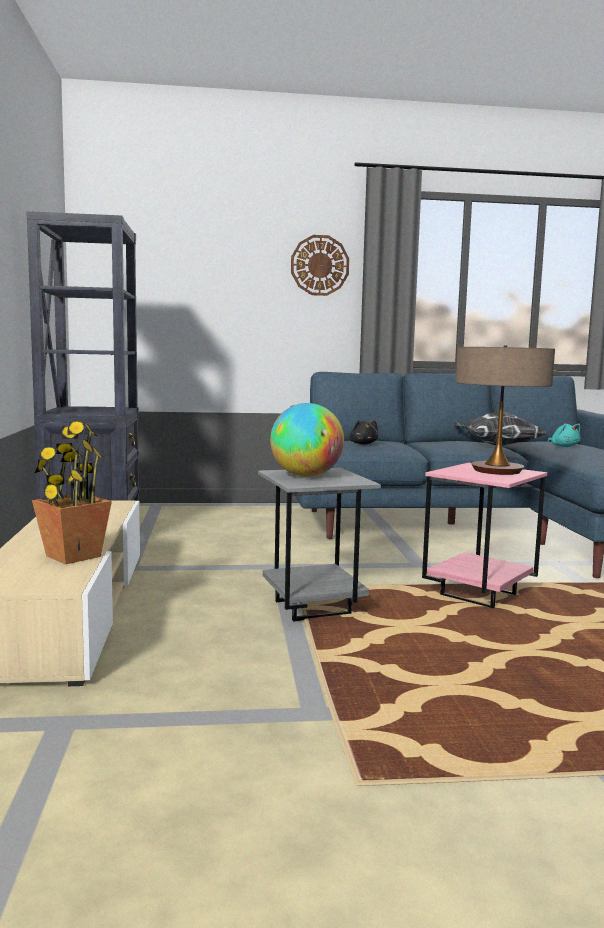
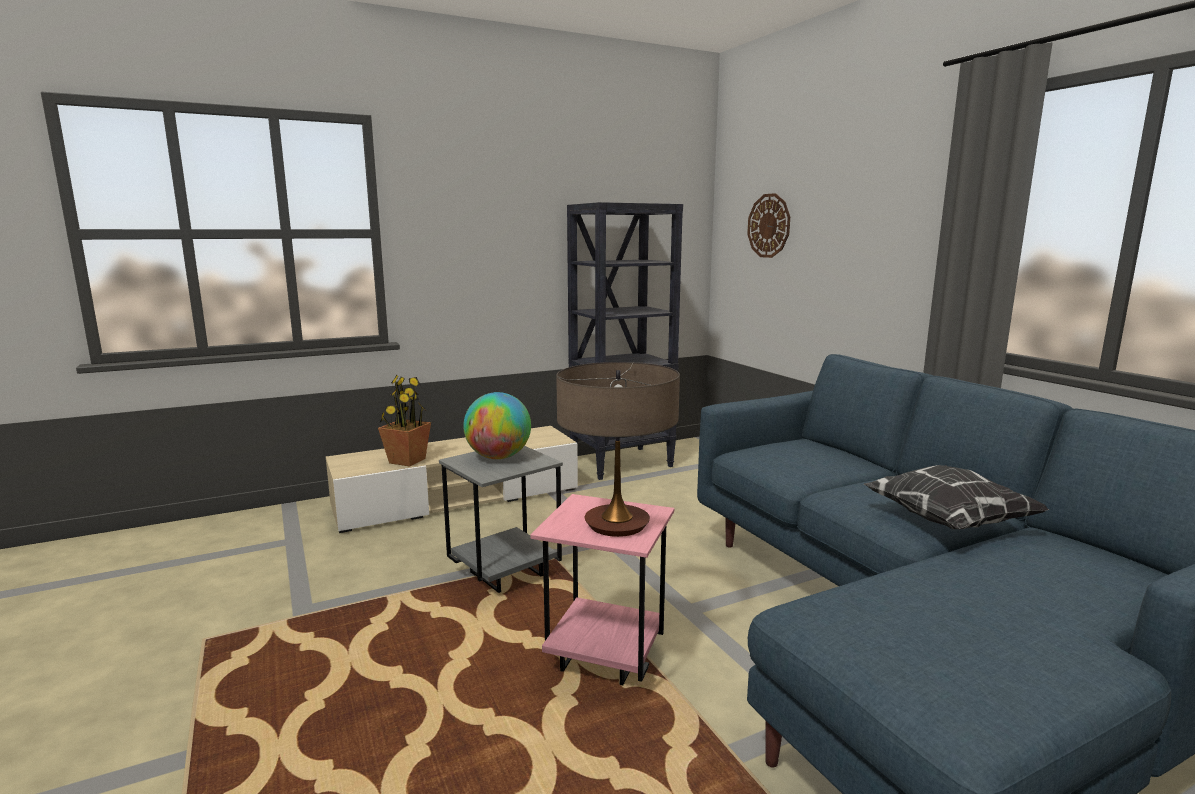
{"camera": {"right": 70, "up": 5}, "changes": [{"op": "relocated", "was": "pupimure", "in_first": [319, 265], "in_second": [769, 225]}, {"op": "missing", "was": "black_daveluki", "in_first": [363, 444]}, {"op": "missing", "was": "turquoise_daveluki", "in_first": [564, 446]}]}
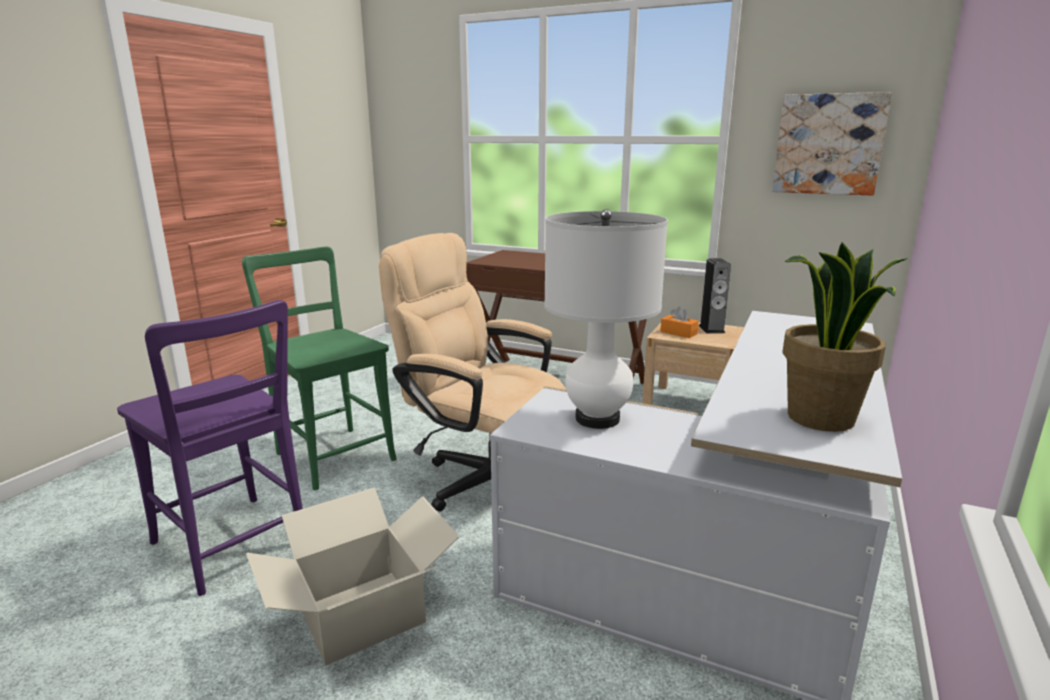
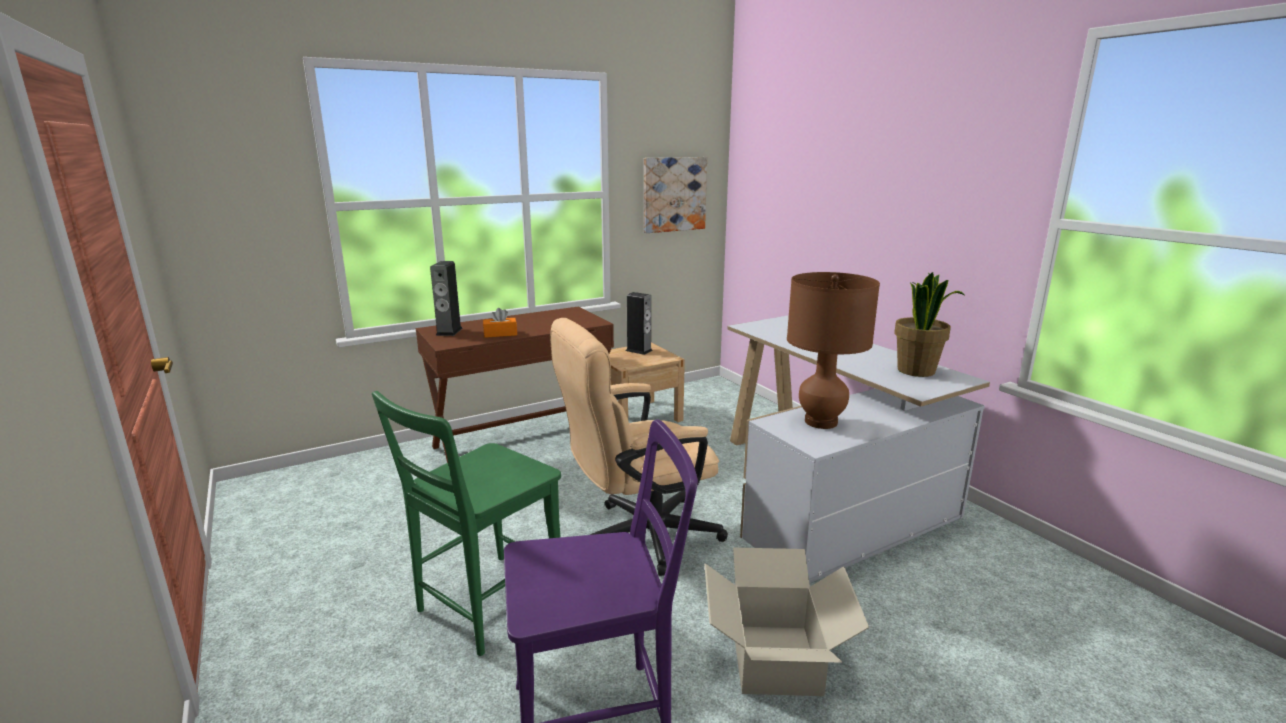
{"camera": {"right": -55, "up": 0}, "changes": [{"op": "spun", "was": "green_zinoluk", "in_first": [332, 454], "in_second": [485, 606], "clockwise": -45}, {"op": "appeared", "now": "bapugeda", "in_second": [449, 331]}, {"op": "relocated", "was": "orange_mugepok", "in_first": [678, 333], "in_second": [500, 334]}, {"op": "colour", "was": "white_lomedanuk", "now": "brown_lomedanuk", "in_first": [597, 419], "in_second": [821, 422]}]}
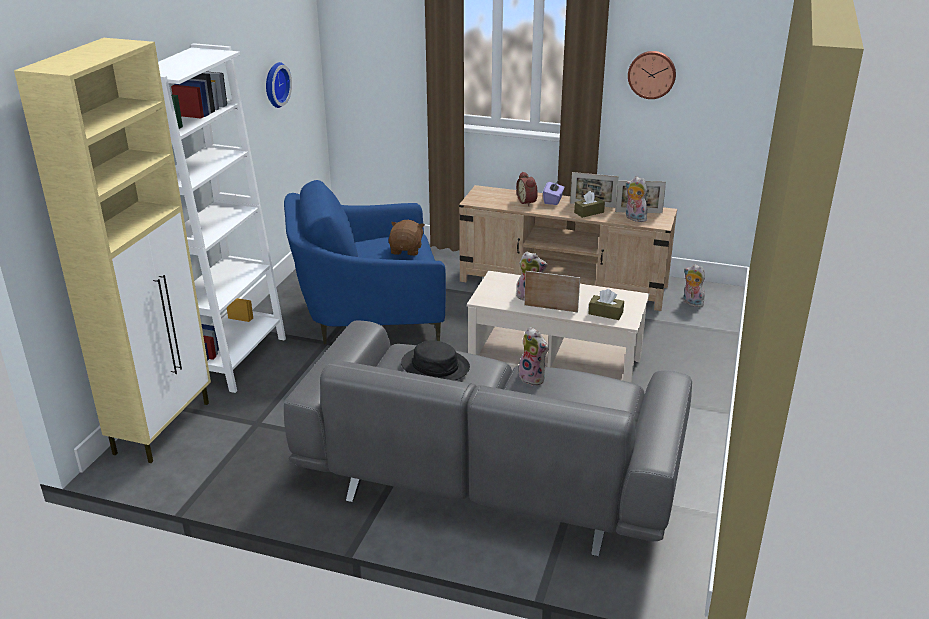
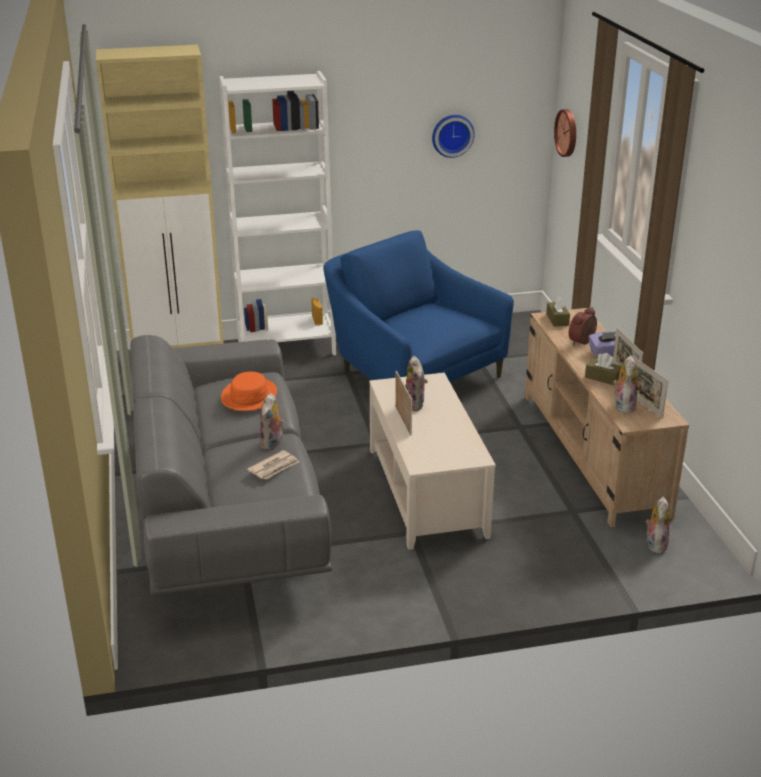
{"camera": {"right": 60, "up": 0}, "changes": [{"op": "colour", "was": "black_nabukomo", "now": "orange_nabukomo", "in_first": [435, 366], "in_second": [249, 396]}, {"op": "appeared", "now": "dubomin", "in_second": [274, 467]}, {"op": "relocated", "was": "brown_mugepok", "in_first": [605, 313], "in_second": [557, 319]}, {"op": "relocated", "was": "pupimure", "in_first": [652, 74], "in_second": [567, 133]}, {"op": "missing", "was": "brown_daveluki", "in_first": [406, 250]}]}
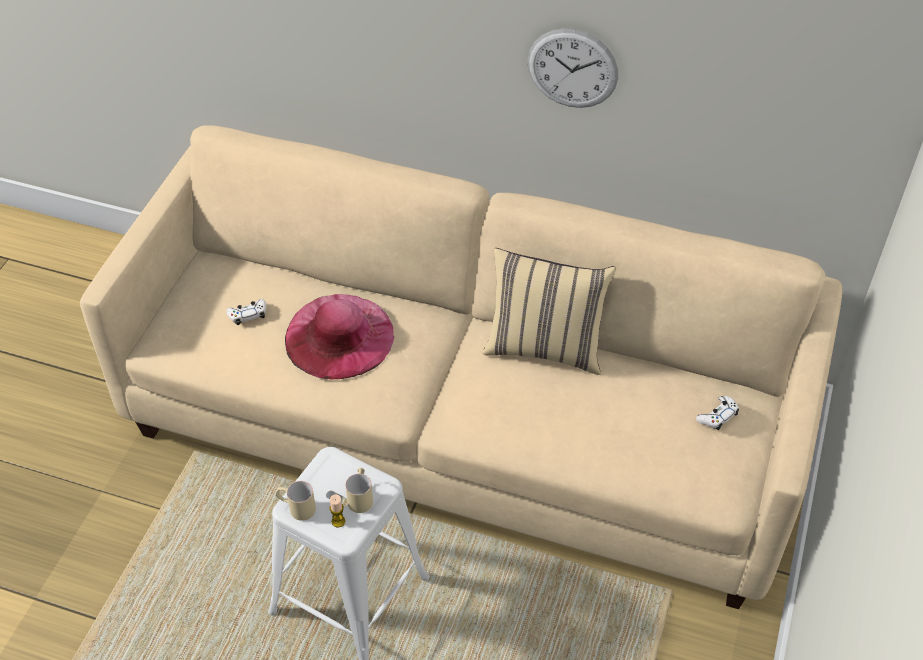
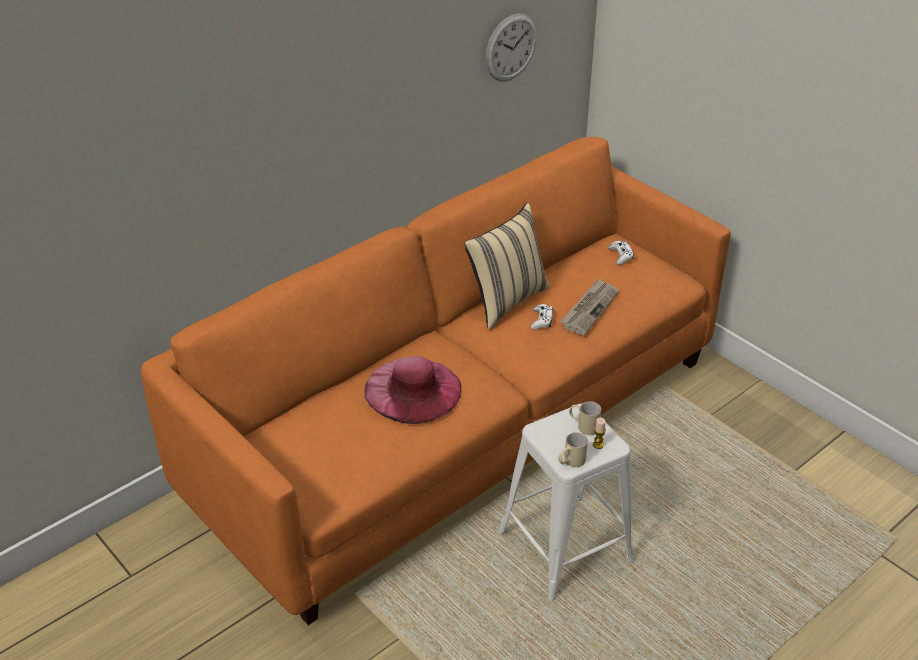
{"camera": {"right": -60, "up": -10}, "changes": [{"op": "colour", "was": "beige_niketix", "now": "orange_niketix", "in_first": [462, 426], "in_second": [458, 426]}, {"op": "relocated", "was": "pupimure", "in_first": [572, 68], "in_second": [511, 47]}, {"op": "relocated", "was": "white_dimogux", "in_first": [248, 314], "in_second": [541, 320]}, {"op": "appeared", "now": "dubomin", "in_second": [589, 308]}]}
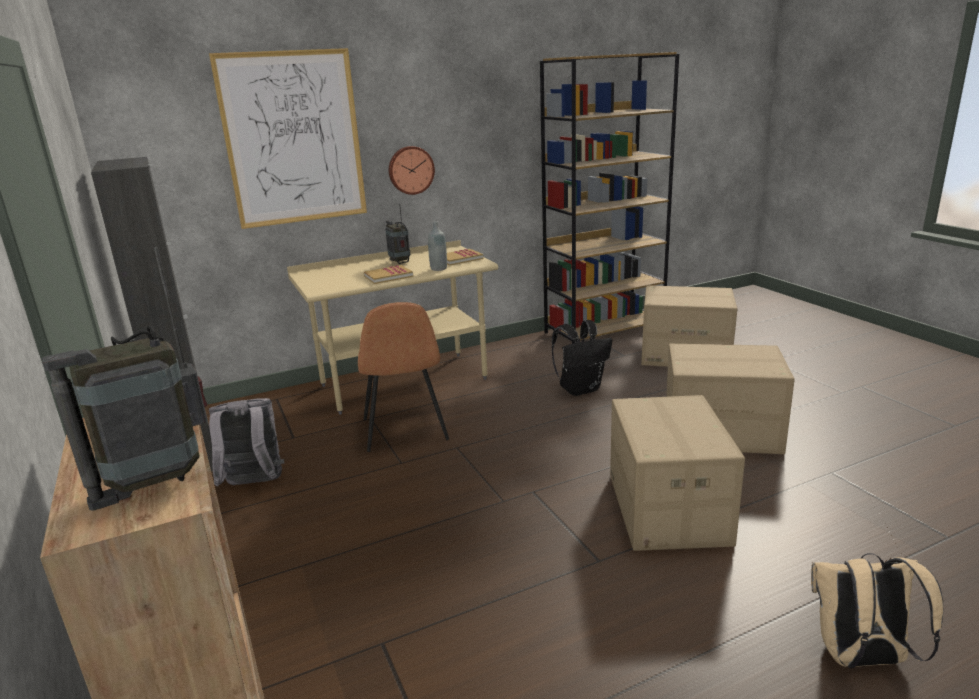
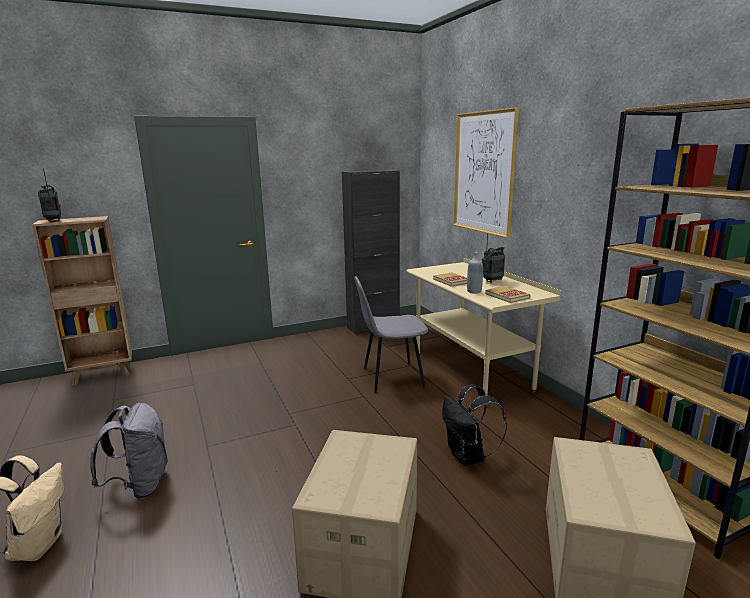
{"camera": {"right": 90, "up": -5}, "changes": [{"op": "relocated", "was": "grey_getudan", "in_first": [253, 484], "in_second": [140, 485]}, {"op": "colour", "was": "brown_zinoluk", "now": "grey_zinoluk", "in_first": [405, 430], "in_second": [391, 377]}, {"op": "missing", "was": "pupimure", "in_first": [410, 170]}, {"op": "missing", "was": "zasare", "in_first": [666, 509]}]}
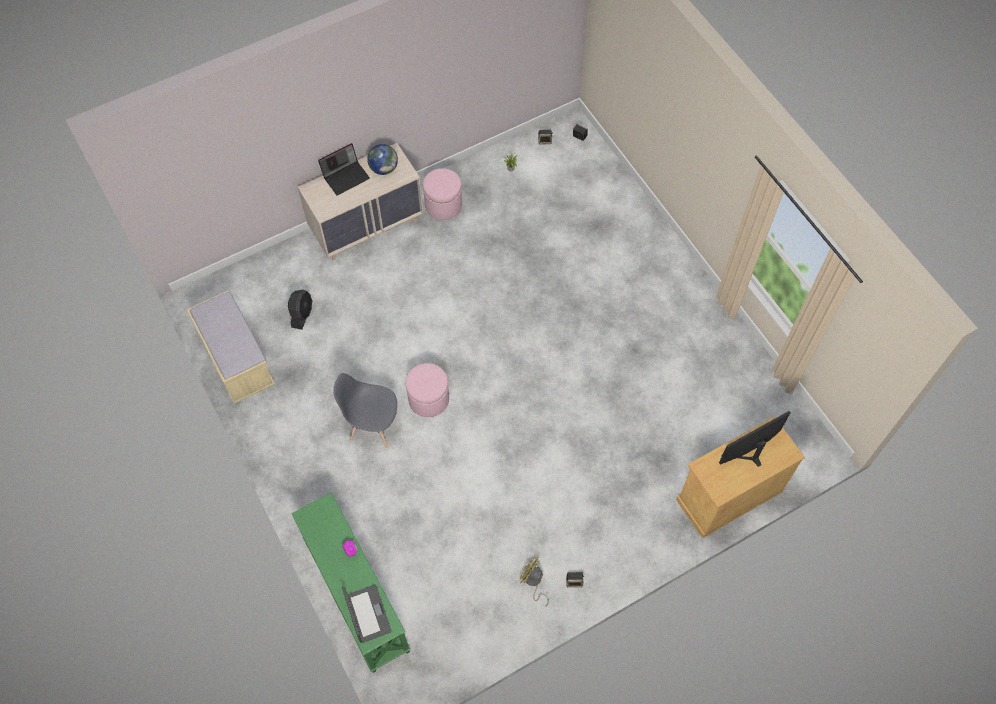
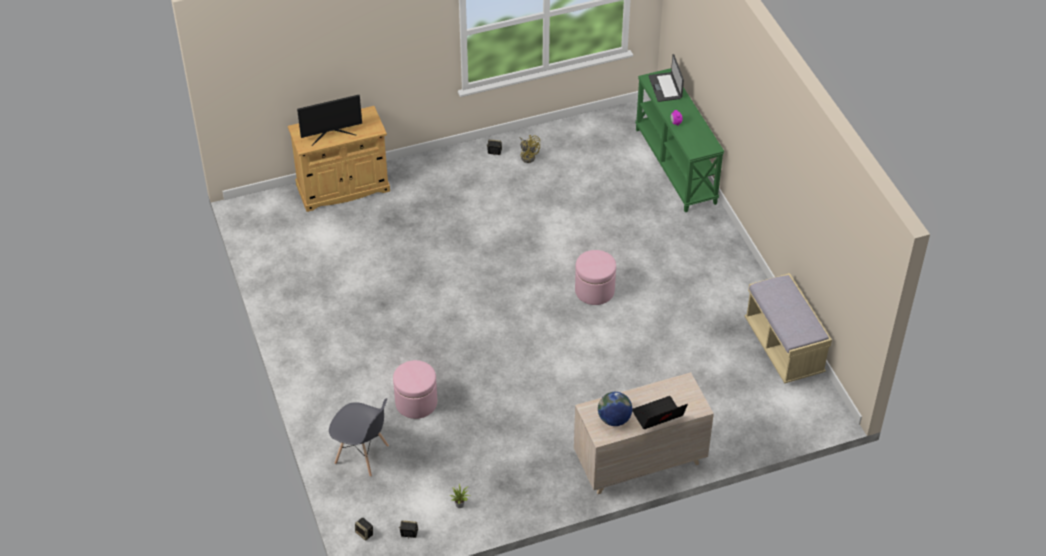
{"camera": {"right": -170, "up": -15}, "changes": [{"op": "relocated", "was": "grey_zinoluk", "in_first": [373, 426], "in_second": [362, 455]}, {"op": "relocated", "was": "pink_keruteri", "in_first": [443, 205], "in_second": [416, 402]}, {"op": "missing", "was": "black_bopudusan", "in_first": [302, 314]}]}
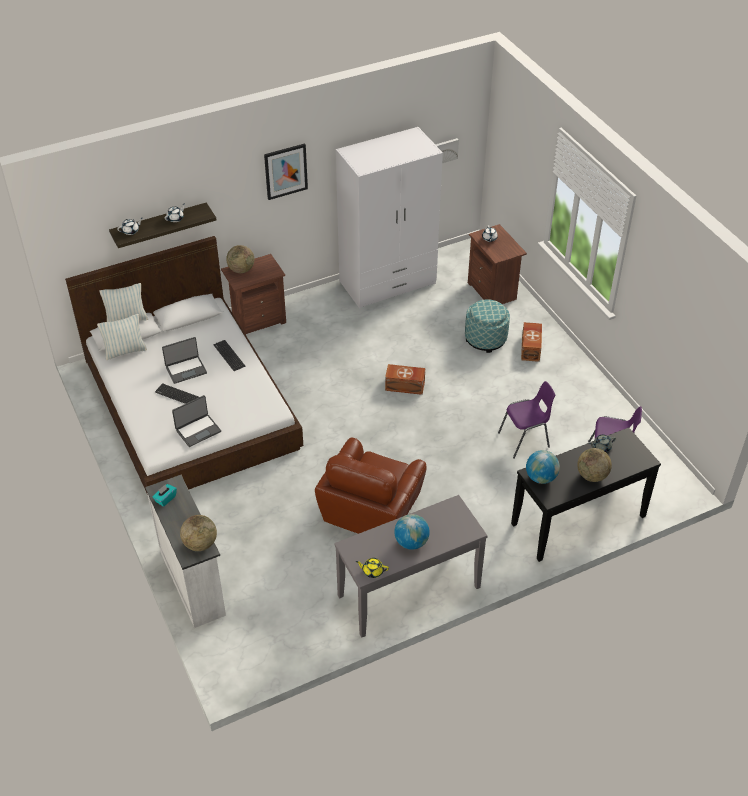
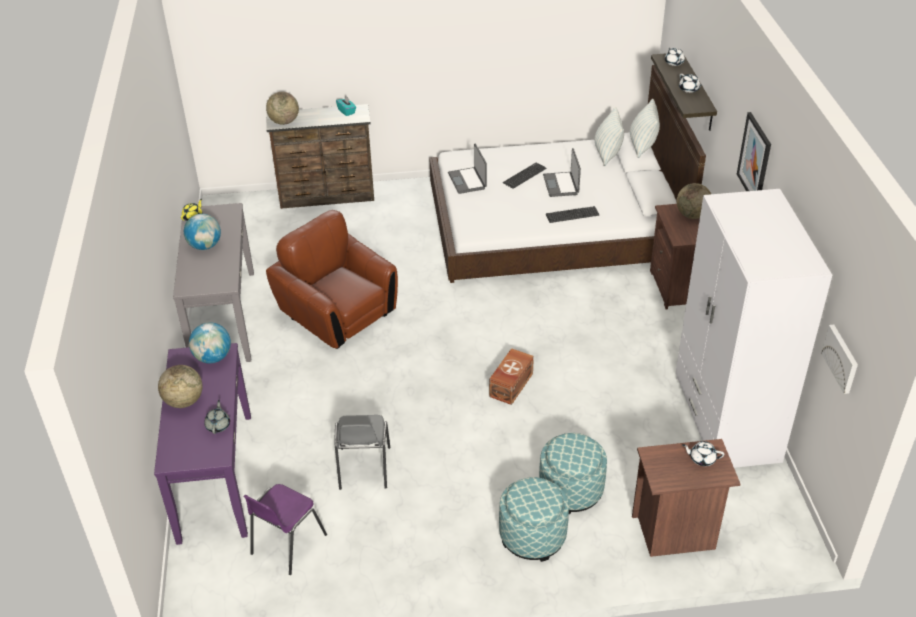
{"camera": {"right": 110, "up": -5}, "changes": [{"op": "colour", "was": "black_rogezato", "now": "purple_rogezato", "in_first": [578, 520], "in_second": [215, 476]}, {"op": "colour", "was": "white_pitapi", "now": "brown_pitapi", "in_first": [193, 581], "in_second": [327, 197]}, {"op": "colour", "was": "purple_zinoluk", "now": "grey_zinoluk", "in_first": [525, 440], "in_second": [363, 469]}, {"op": "exchanged", "was": "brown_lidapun", "now": "keruteri", "in_first": [531, 348], "in_second": [532, 536]}]}
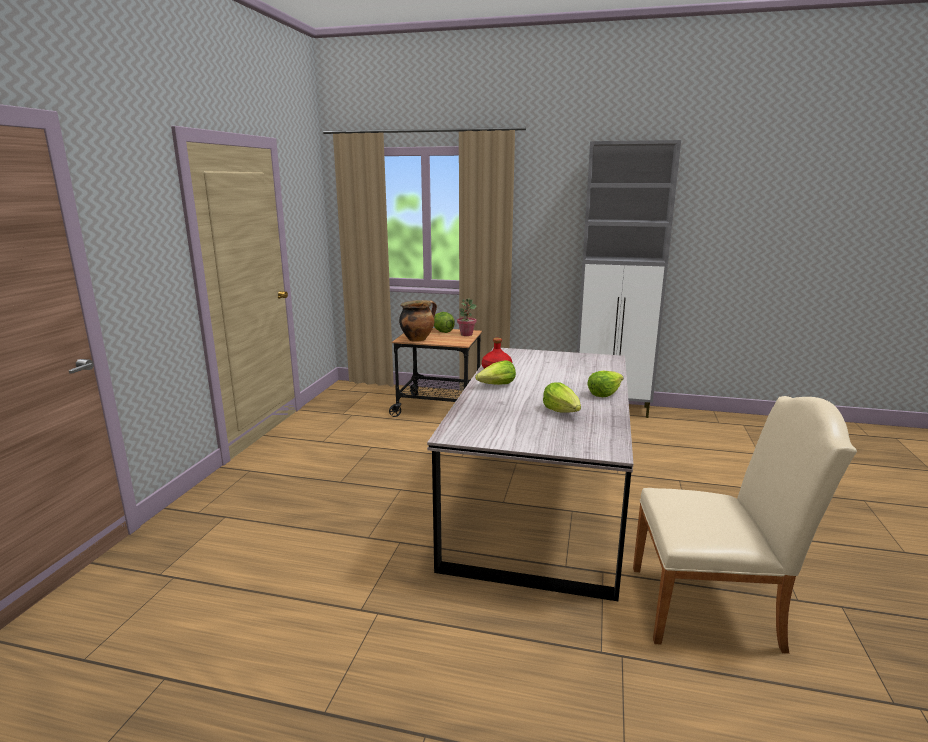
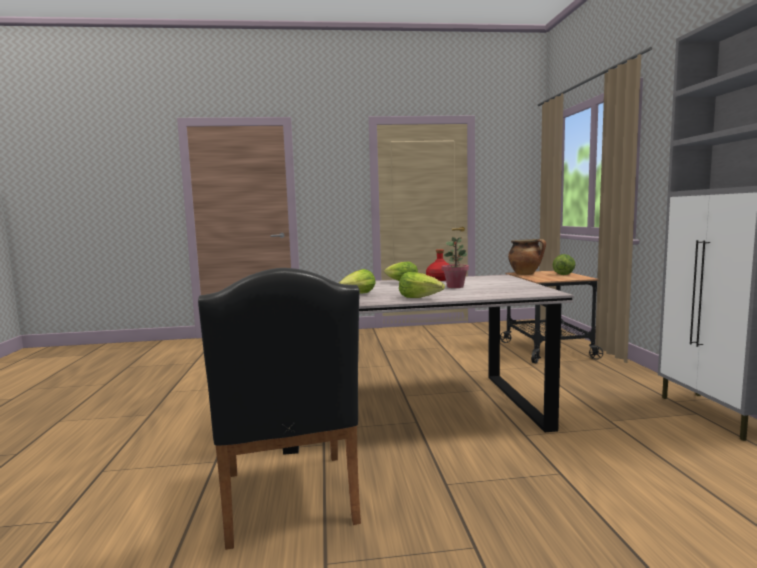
{"camera": {"right": 70, "up": -10}, "changes": [{"op": "colour", "was": "beige_zinoluk", "now": "black_zinoluk", "in_first": [715, 607], "in_second": [289, 503]}, {"op": "relocated", "was": "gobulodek", "in_first": [466, 334], "in_second": [455, 287]}]}
